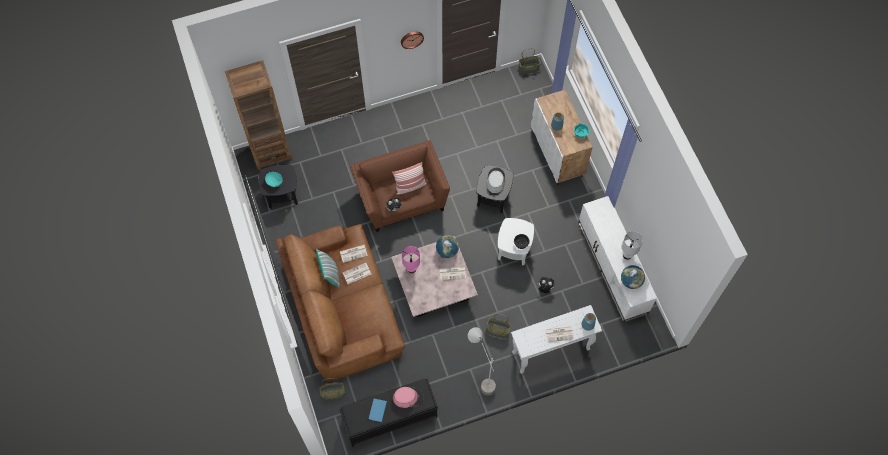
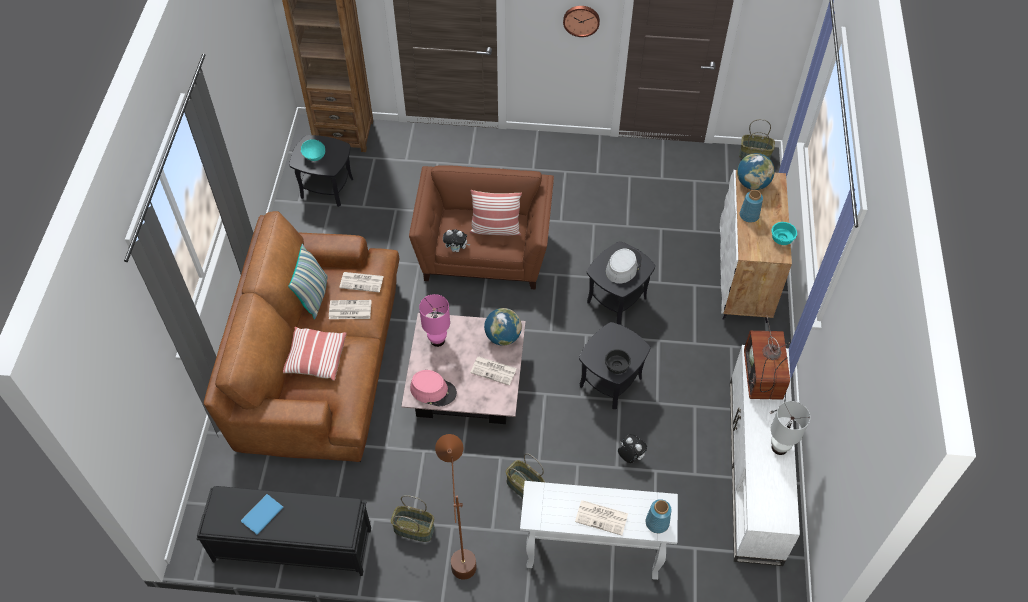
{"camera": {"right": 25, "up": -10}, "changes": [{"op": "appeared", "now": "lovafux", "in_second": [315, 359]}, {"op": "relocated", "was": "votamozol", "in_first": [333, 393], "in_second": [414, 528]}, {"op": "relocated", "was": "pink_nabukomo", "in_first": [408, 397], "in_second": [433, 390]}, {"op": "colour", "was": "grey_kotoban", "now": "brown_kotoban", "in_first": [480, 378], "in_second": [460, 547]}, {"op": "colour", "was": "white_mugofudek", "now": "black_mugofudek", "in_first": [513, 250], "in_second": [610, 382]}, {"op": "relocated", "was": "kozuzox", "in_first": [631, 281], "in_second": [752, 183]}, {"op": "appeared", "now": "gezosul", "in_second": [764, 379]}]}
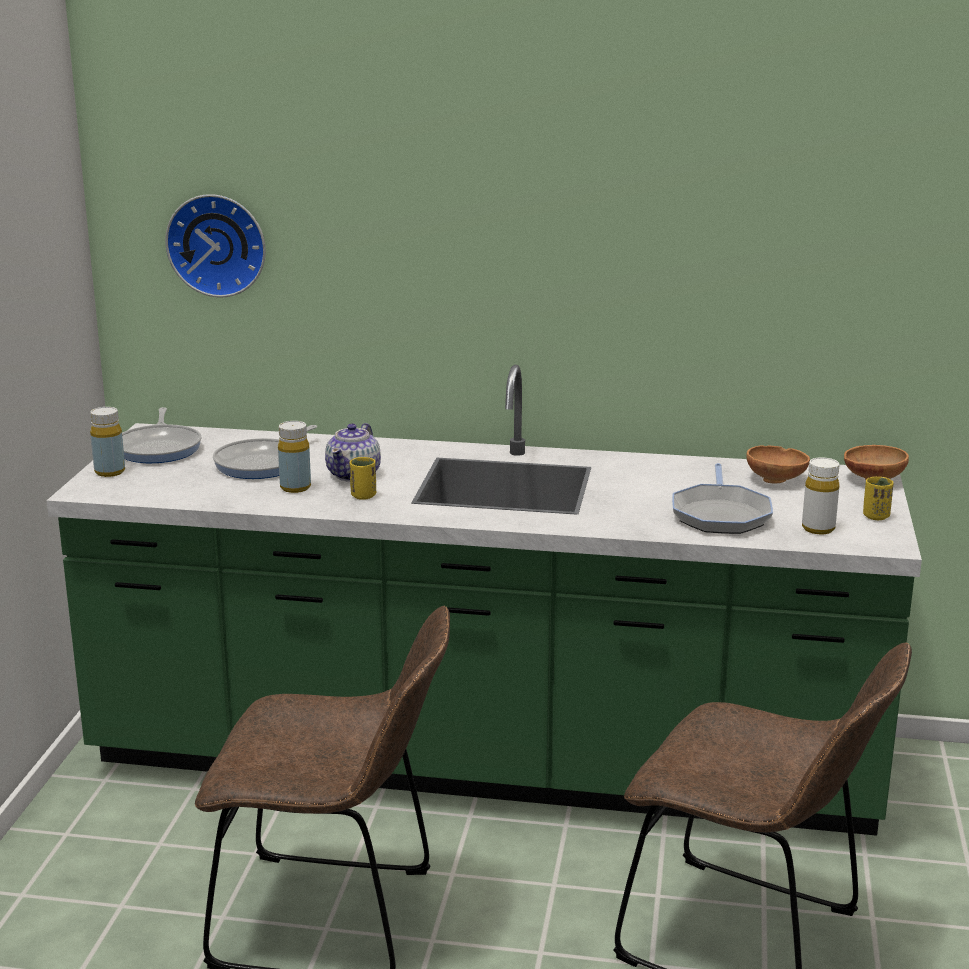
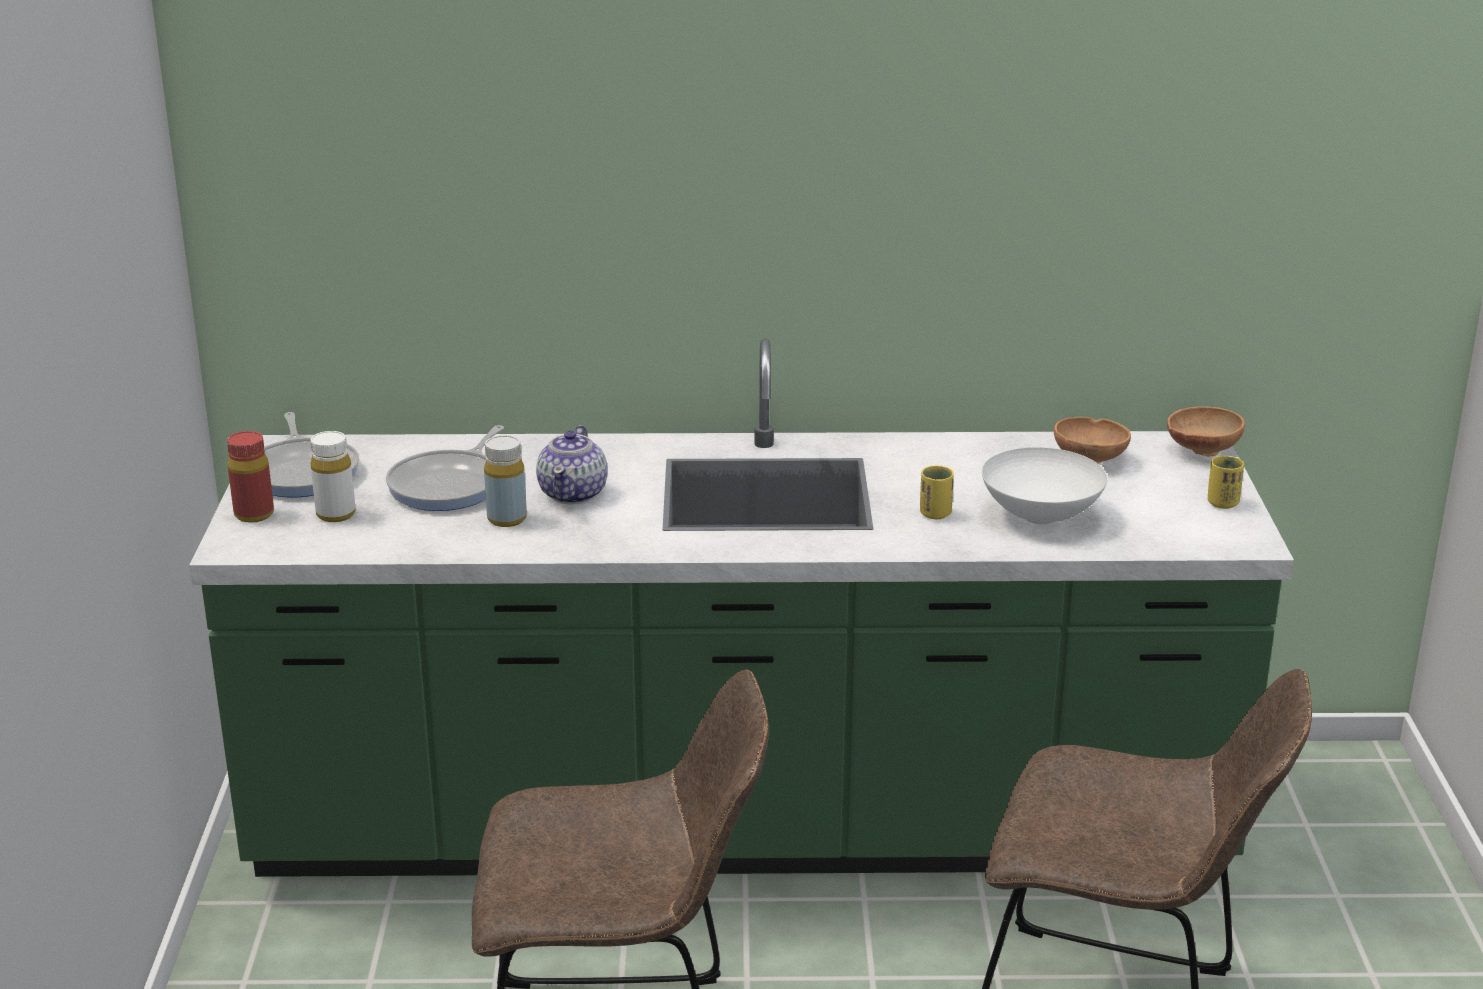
{"camera": {"right": -10, "up": 5}, "changes": [{"op": "colour", "was": "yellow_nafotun", "now": "red_nafotun", "in_first": [110, 472], "in_second": [254, 514]}, {"op": "relocated", "was": "white_nafotun", "in_first": [818, 528], "in_second": [336, 514]}, {"op": "relocated", "was": "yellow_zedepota", "in_first": [363, 496], "in_second": [935, 514]}, {"op": "exchanged", "was": "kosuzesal", "now": "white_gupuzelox", "in_first": [720, 514], "in_second": [1042, 515]}, {"op": "missing", "was": "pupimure", "in_first": [218, 244]}]}
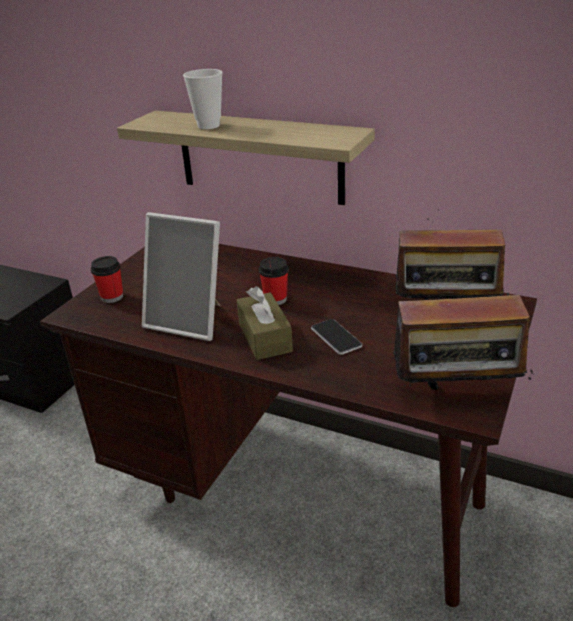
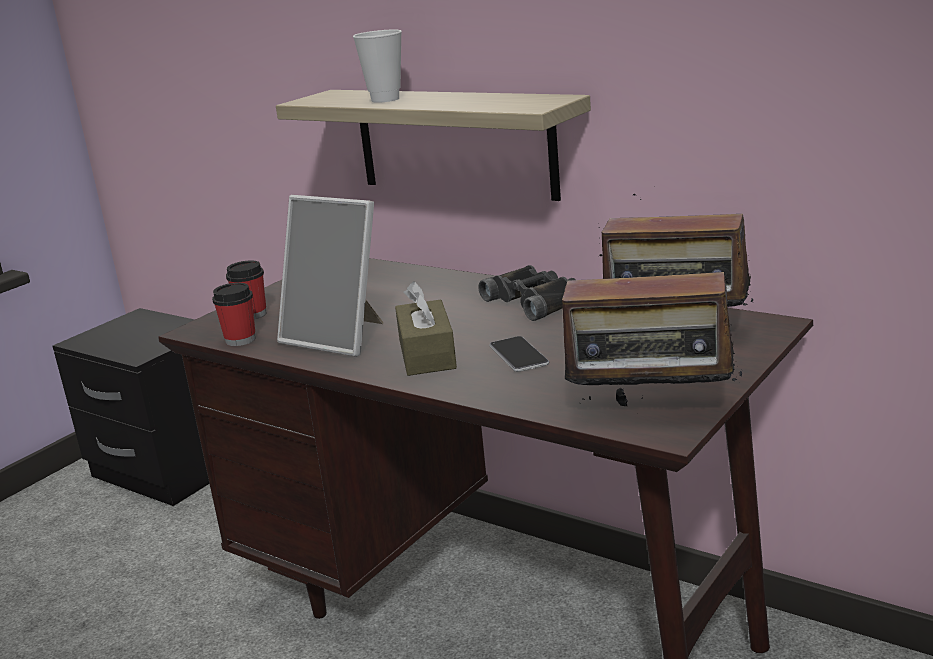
{"camera": {"right": 10, "up": -10}, "changes": [{"op": "relocated", "was": "zedepota", "in_first": [275, 299], "in_second": [240, 340]}, {"op": "appeared", "now": "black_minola", "in_second": [535, 301]}]}
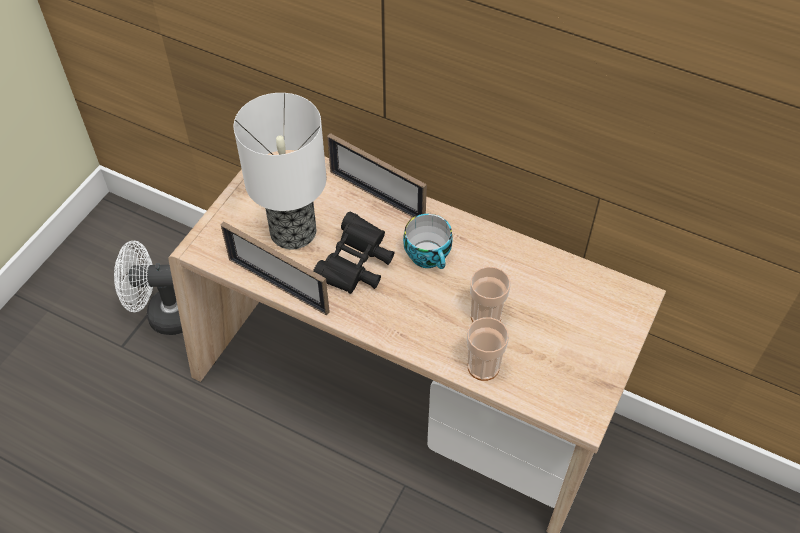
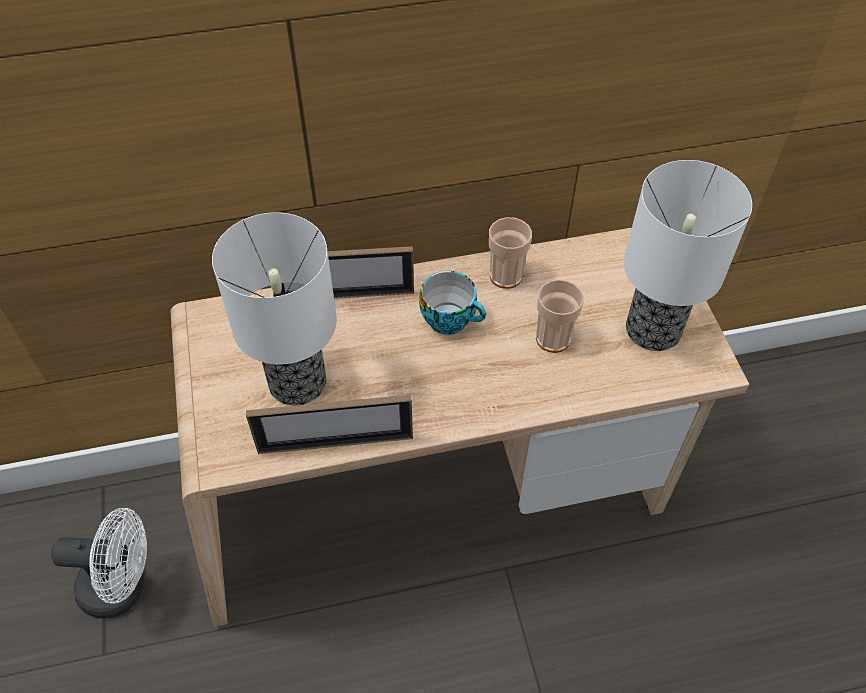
{"camera": {"right": -40, "up": 0}, "changes": [{"op": "spun", "was": "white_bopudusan", "in_first": [164, 315], "in_second": [123, 587], "clockwise": -135}, {"op": "relocated", "was": "zedepota", "in_first": [483, 367], "in_second": [506, 276]}, {"op": "appeared", "now": "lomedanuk", "in_second": [654, 329]}, {"op": "missing", "was": "black_minola", "in_first": [356, 266]}]}
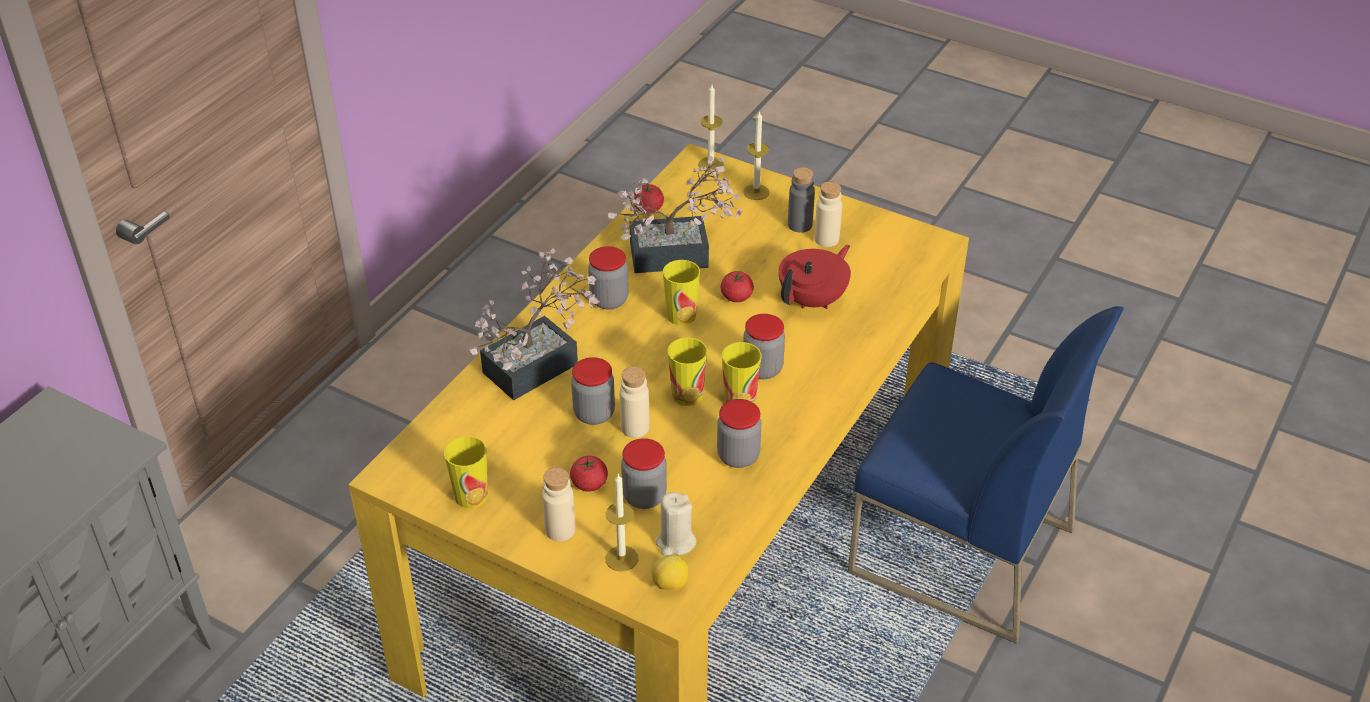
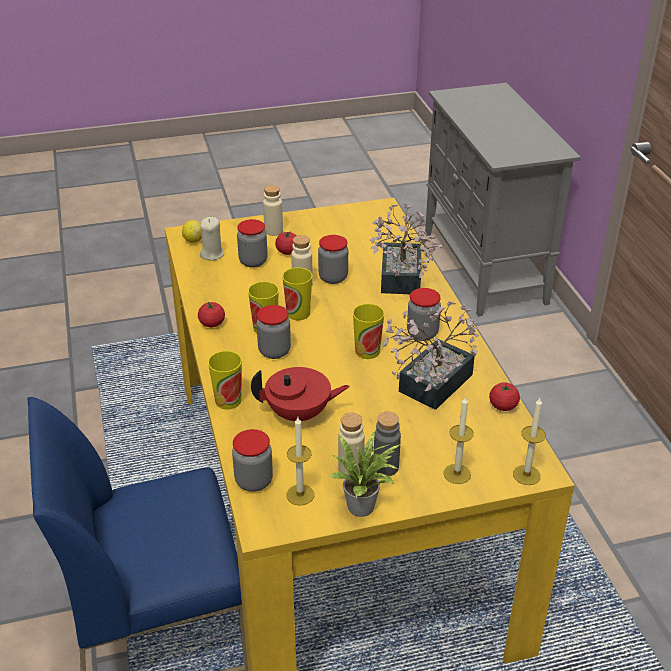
{"camera": {"right": 135, "up": -5}, "changes": [{"op": "relocated", "was": "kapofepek", "in_first": [736, 297], "in_second": [212, 323]}, {"op": "relocated", "was": "zedepota", "in_first": [471, 495], "in_second": [228, 400]}, {"op": "relocated", "was": "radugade", "in_first": [738, 456], "in_second": [254, 481]}, {"op": "spun", "was": "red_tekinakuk", "in_first": [813, 299], "in_second": [299, 414], "clockwise": -90}, {"op": "relocated", "was": "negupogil", "in_first": [621, 558], "in_second": [300, 495]}, {"op": "appeared", "now": "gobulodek", "in_second": [364, 506]}]}
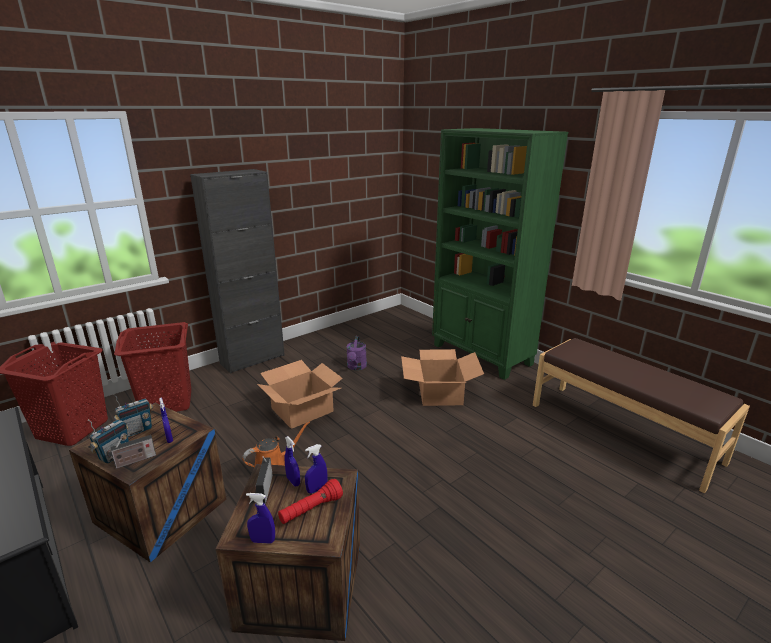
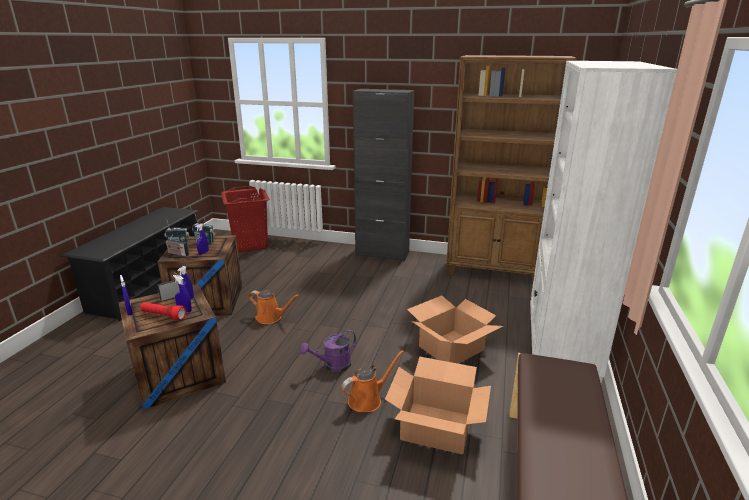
{"camera": {"right": 55, "up": 0}, "changes": [{"op": "relocated", "was": "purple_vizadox", "in_first": [356, 367], "in_second": [332, 366]}, {"op": "appeared", "now": "orange_vizadox", "in_second": [367, 399]}, {"op": "relocated", "was": "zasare", "in_first": [302, 410], "in_second": [436, 426]}, {"op": "appeared", "now": "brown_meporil", "in_second": [494, 271]}, {"op": "colour", "was": "green_meporil", "now": "white_meporil", "in_first": [481, 355], "in_second": [559, 348]}, {"op": "missing", "was": "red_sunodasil", "in_first": [166, 402]}]}
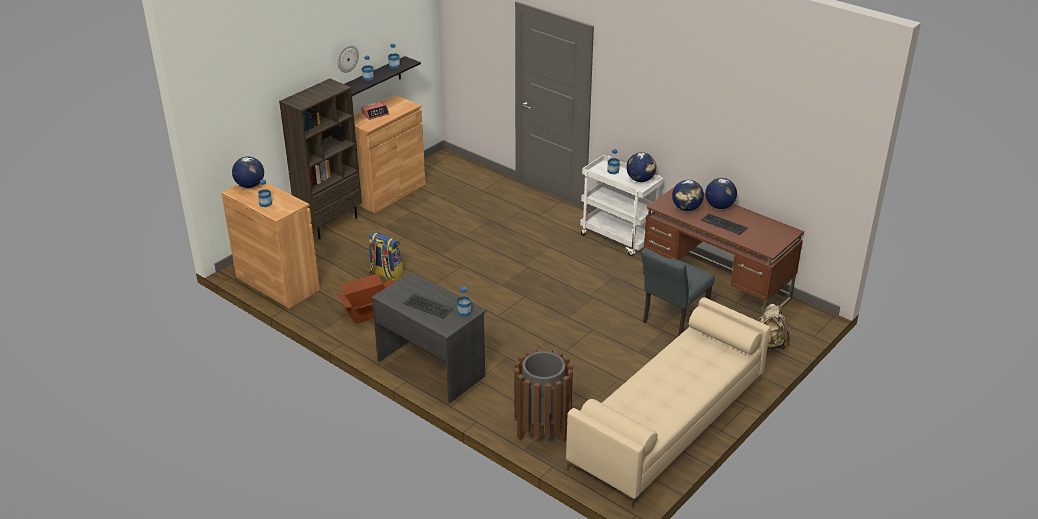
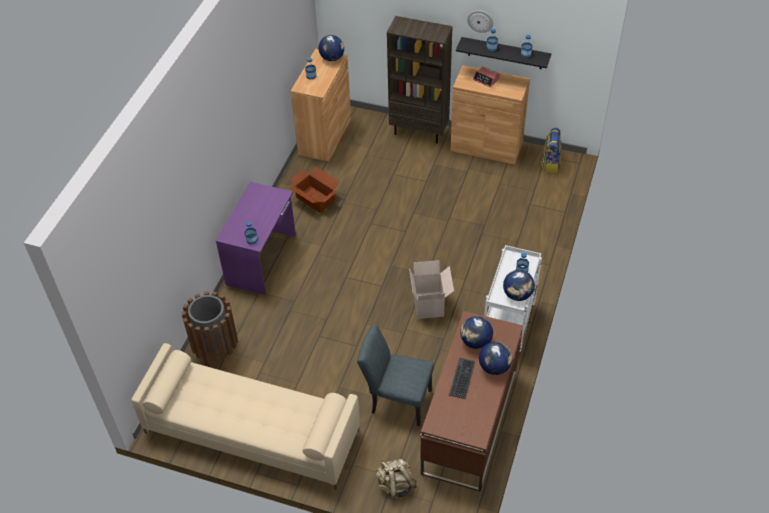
{"camera": {"right": 70, "up": 15}, "changes": [{"op": "colour", "was": "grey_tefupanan", "now": "purple_tefupanan", "in_first": [431, 367], "in_second": [262, 260]}, {"op": "appeared", "now": "zasare", "in_second": [429, 305]}, {"op": "relocated", "was": "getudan", "in_first": [385, 273], "in_second": [550, 163]}, {"op": "missing", "was": "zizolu", "in_first": [428, 306]}]}
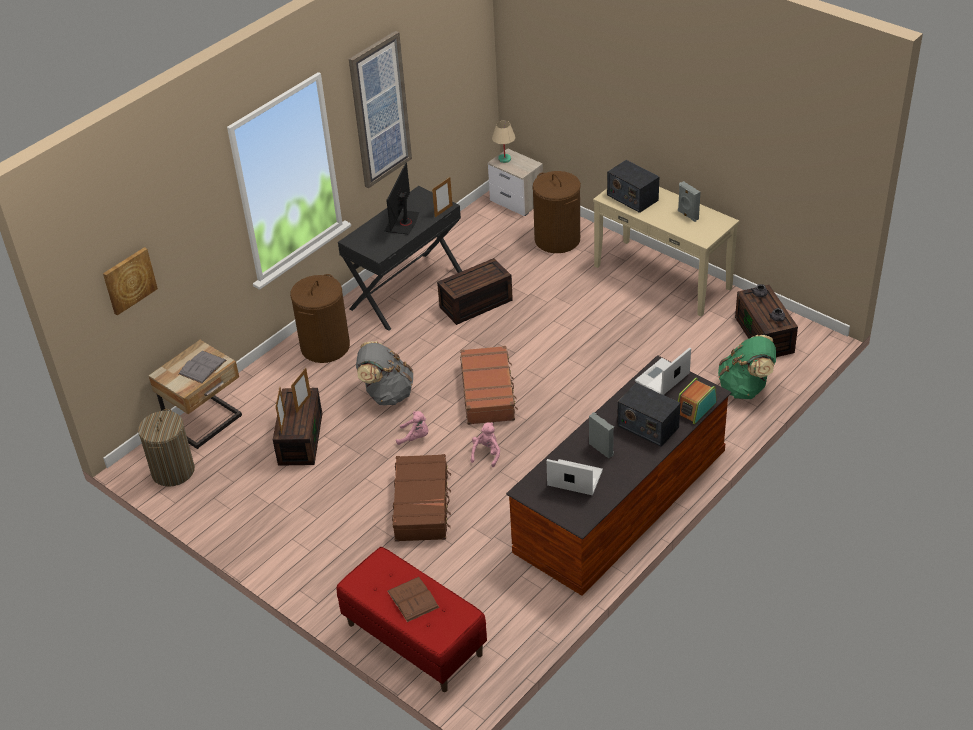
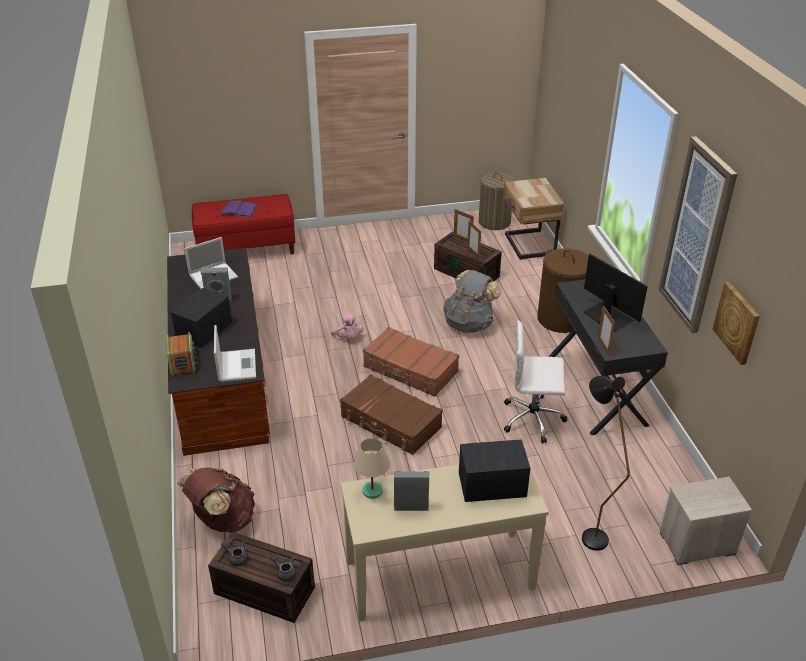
{"camera": {"right": 125, "up": -5}, "changes": [{"op": "spun", "was": "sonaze", "in_first": [647, 426], "in_second": [204, 330], "clockwise": -45}, {"op": "colour", "was": "green_getudan", "now": "brown_getudan", "in_first": [745, 388], "in_second": [222, 520]}, {"op": "colour", "was": "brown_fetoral", "now": "purple_fetoral", "in_first": [413, 599], "in_second": [239, 210]}, {"op": "relocated", "was": "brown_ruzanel", "in_first": [422, 505], "in_second": [390, 423]}, {"op": "relocated", "was": "beige_lomedanuk", "in_first": [504, 159], "in_second": [373, 491]}, {"op": "exchanged", "was": "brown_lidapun", "now": "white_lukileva", "in_first": [475, 304], "in_second": [533, 419]}, {"op": "exchanged", "was": "brown_sunodasil", "now": "black_kotoban", "in_first": [557, 239], "in_second": [588, 532]}, {"op": "relocated", "was": "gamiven", "in_first": [129, 280], "in_second": [737, 322]}, {"op": "missing", "was": "grey_fetoral", "in_first": [202, 367]}, {"op": "missing", "was": "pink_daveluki", "in_first": [415, 437]}]}
